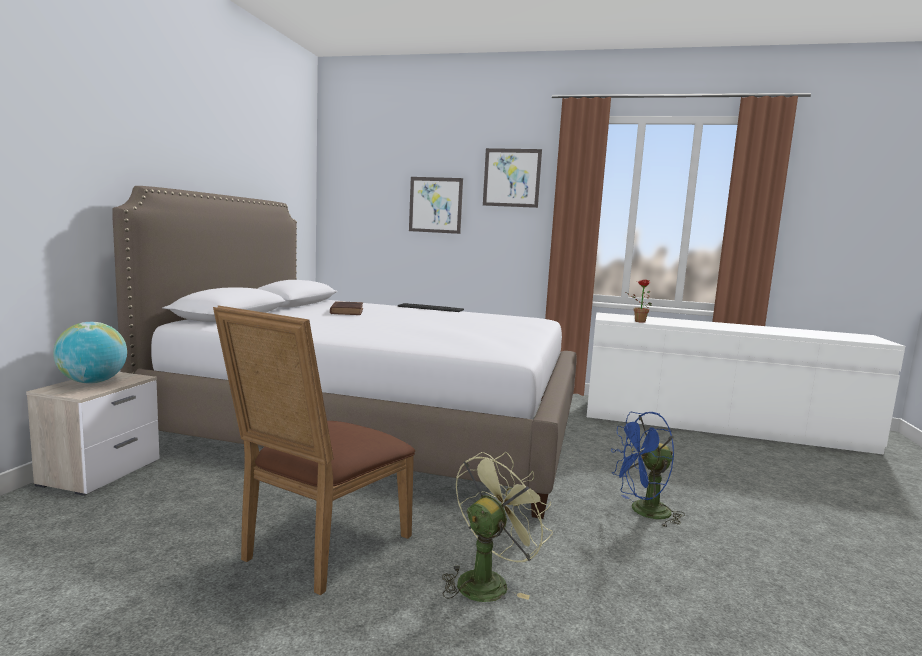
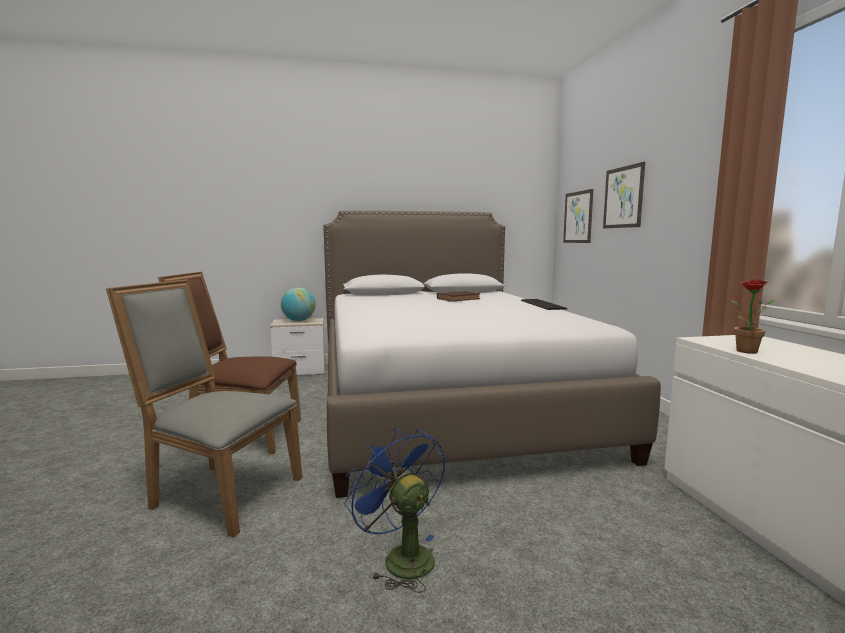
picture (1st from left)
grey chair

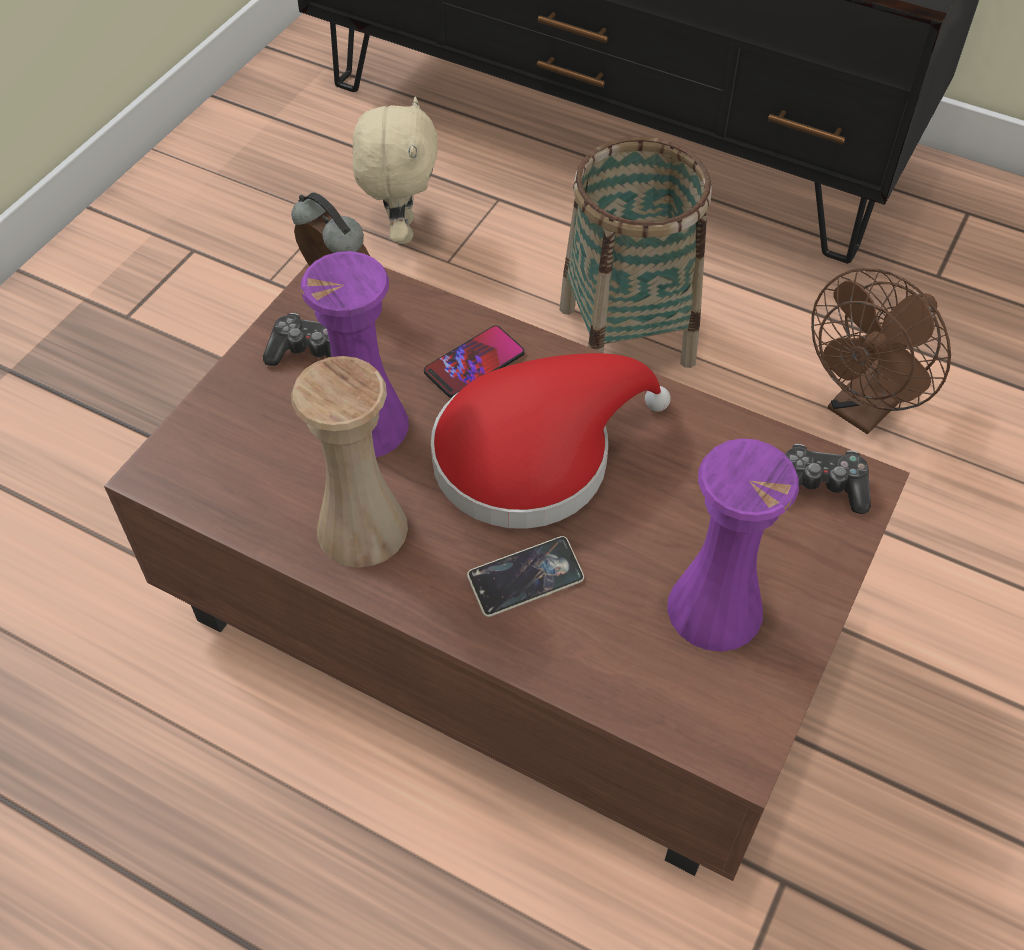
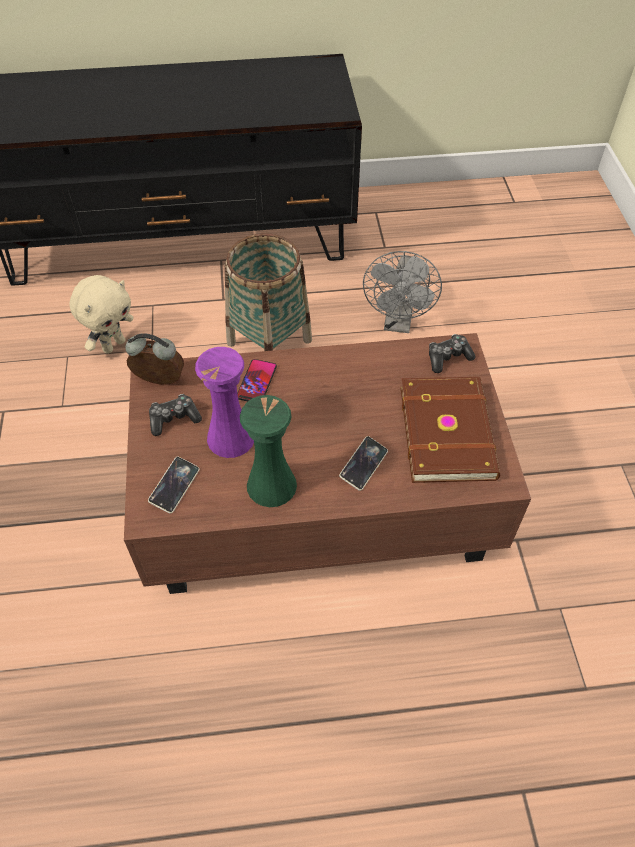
beige plush toy
grey fan
red hat
green vase
brown book
phone (1st from left)

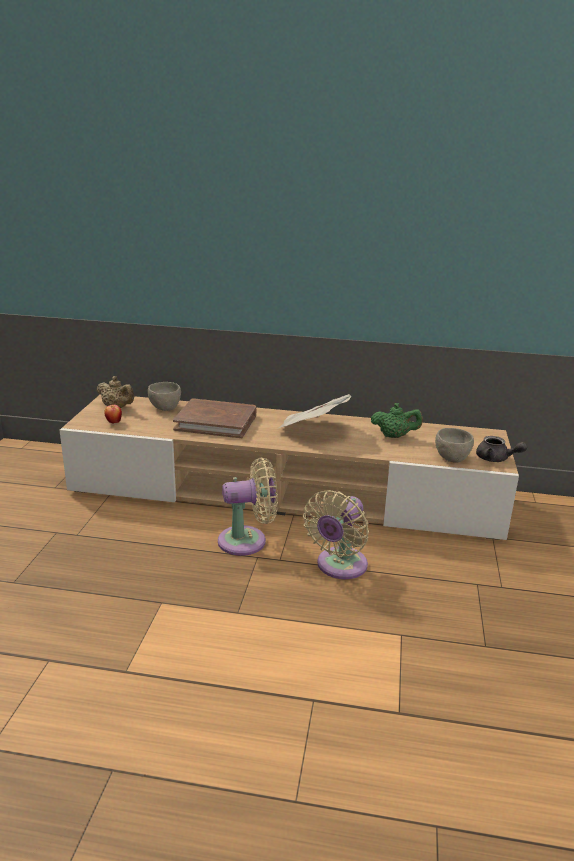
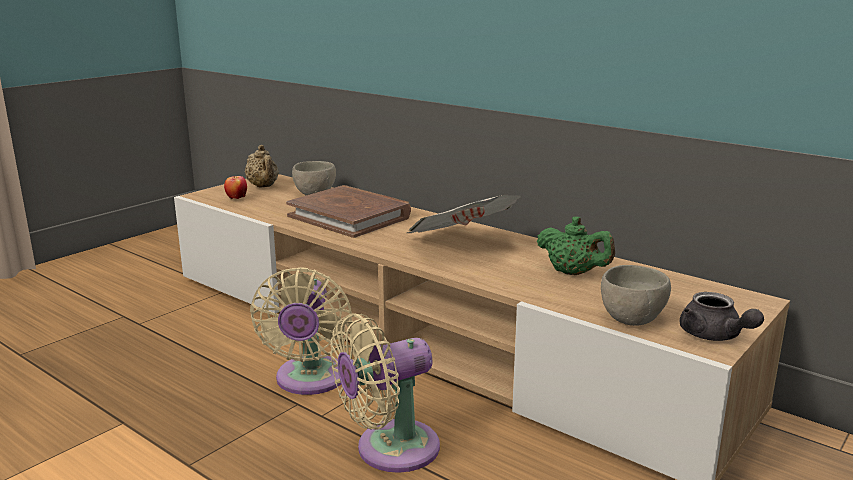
beige fan (1st from left)

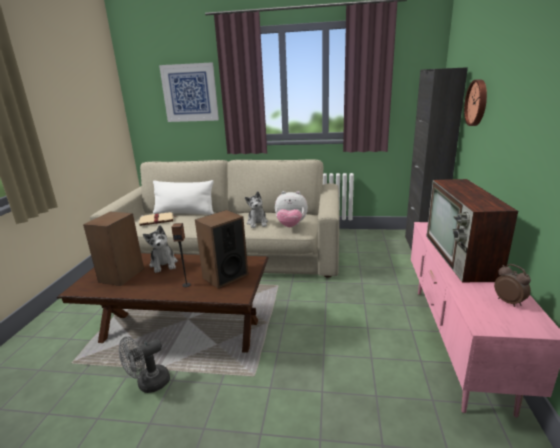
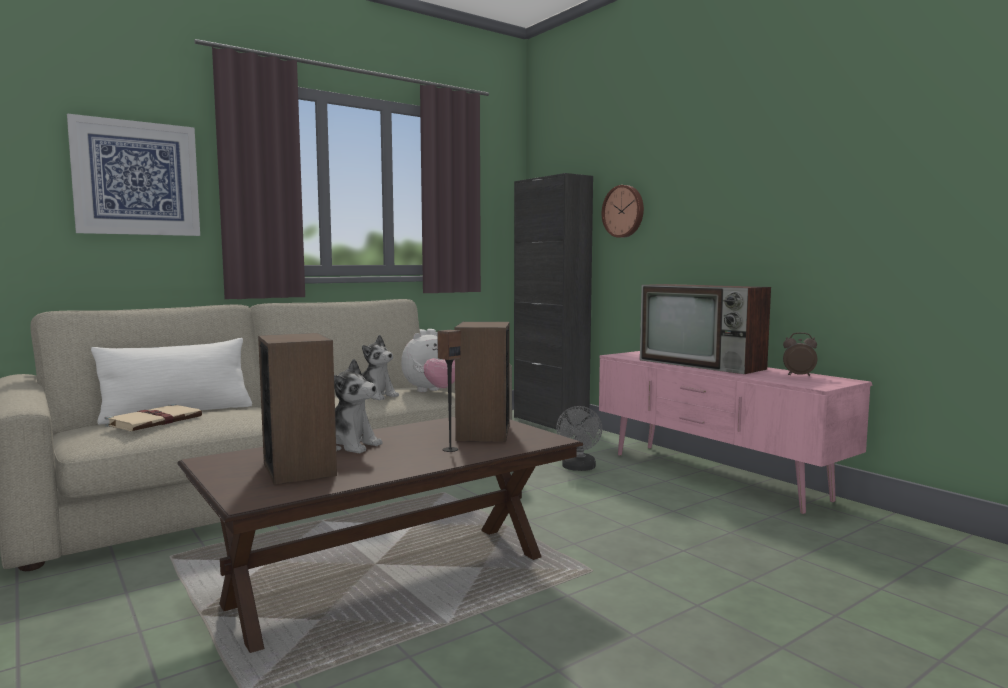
grey fan

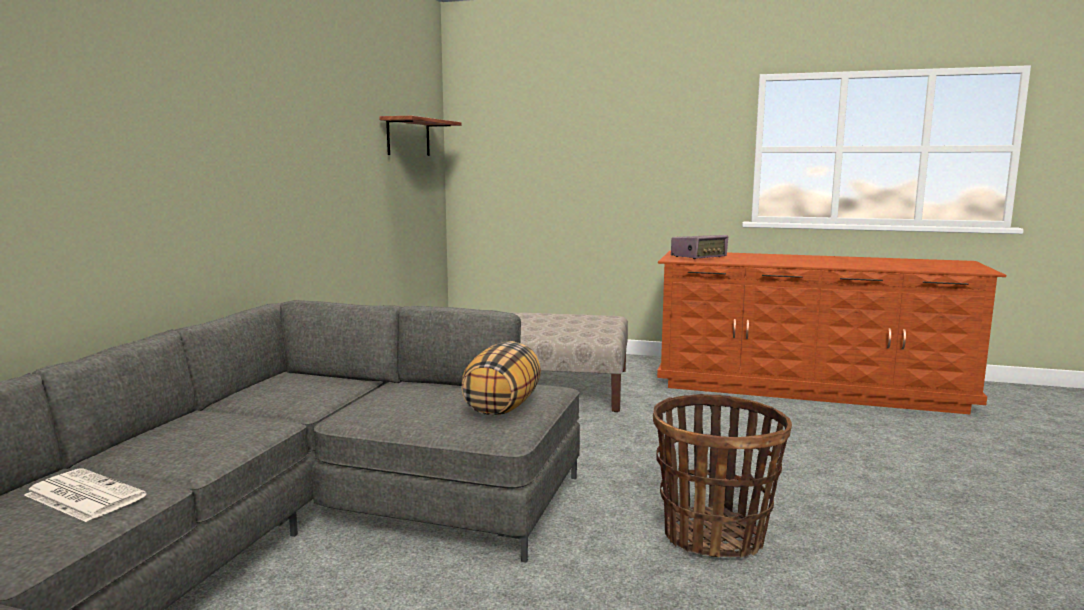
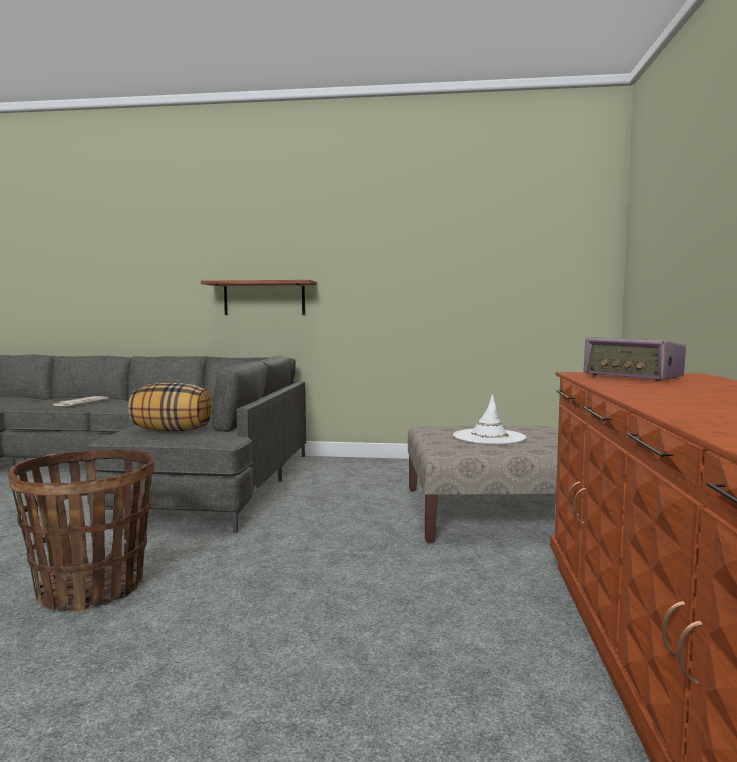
shelf
white hat

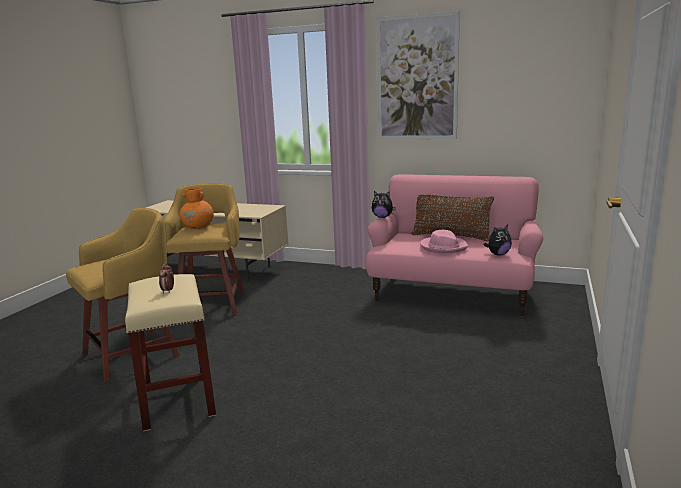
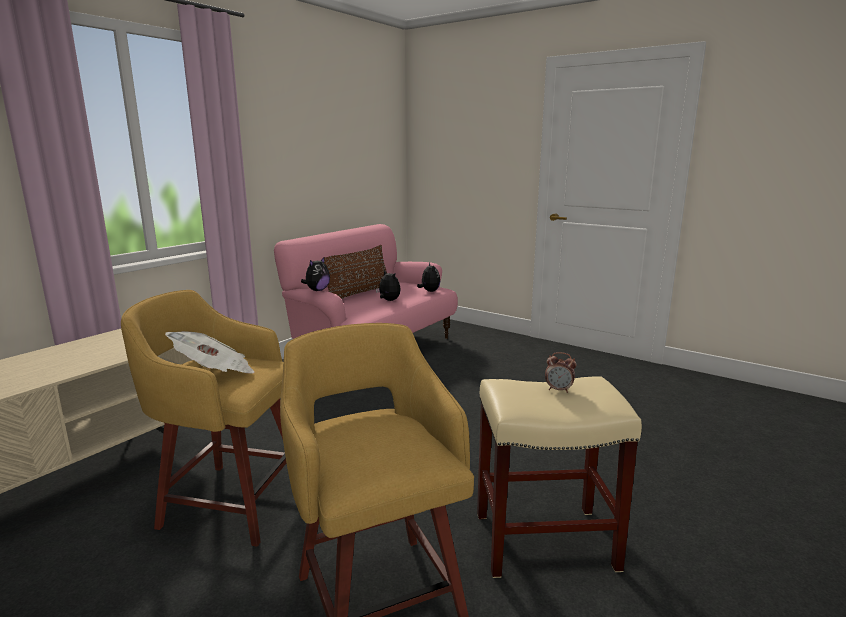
picture
newspaper
plush toy (2nd from left)

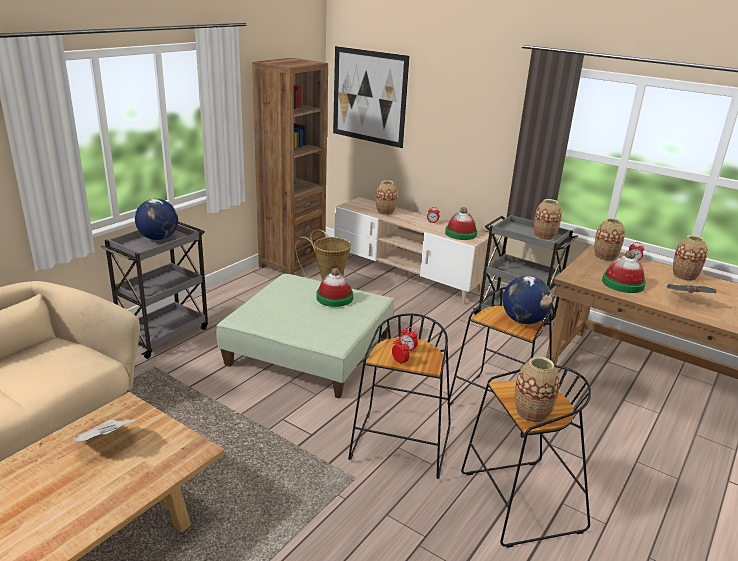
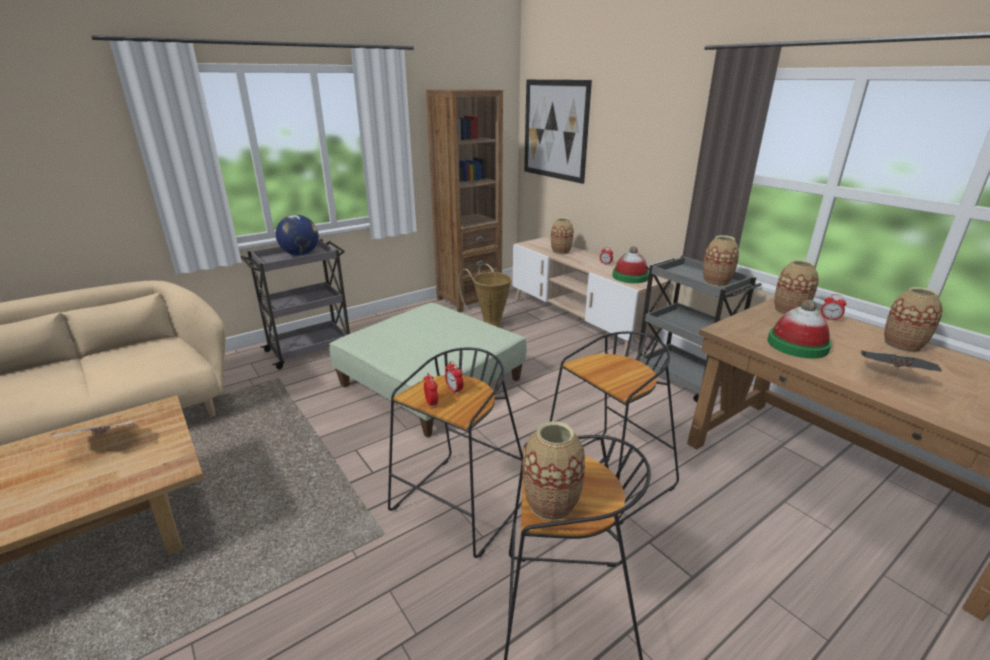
hat (1st from left in the first image)
globe (2nd from left in the first image)

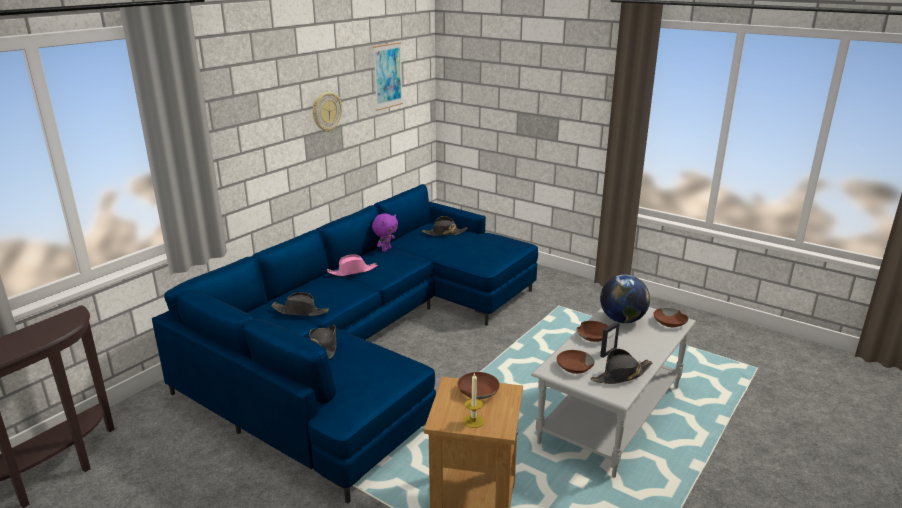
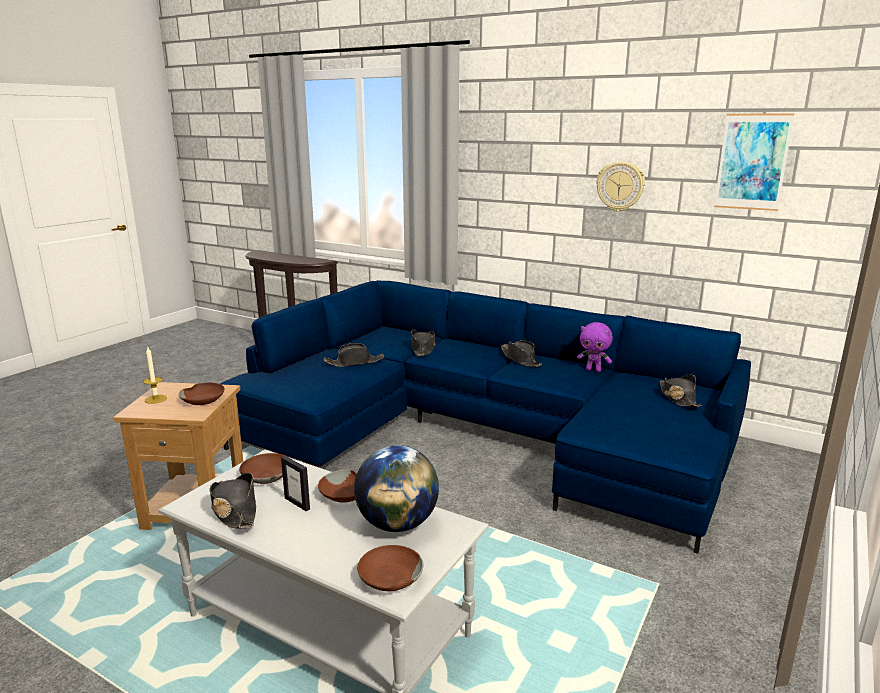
black hat (4th from left)

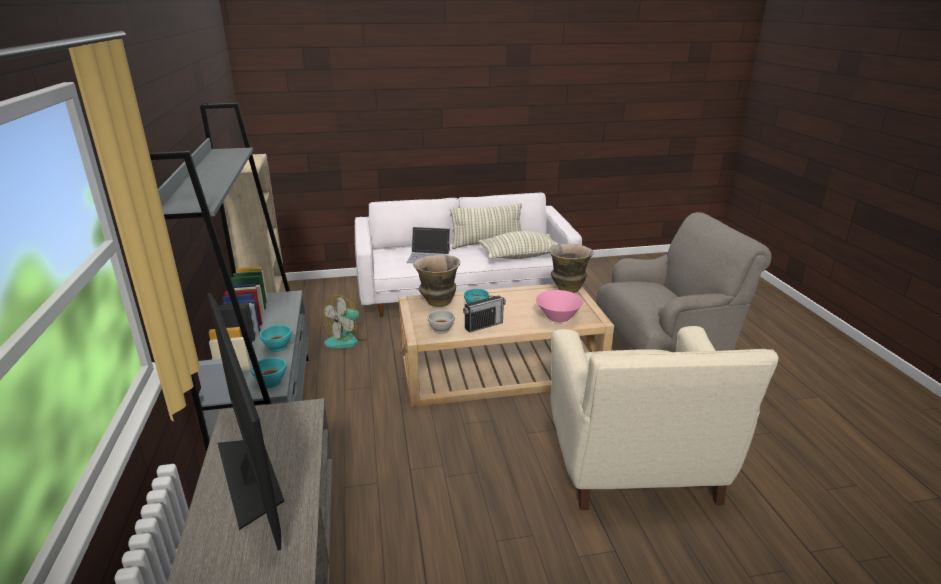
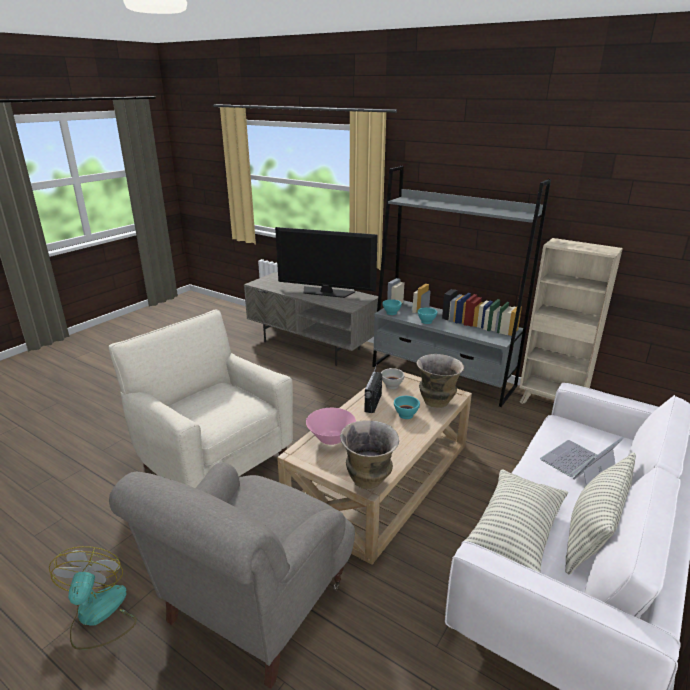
fan

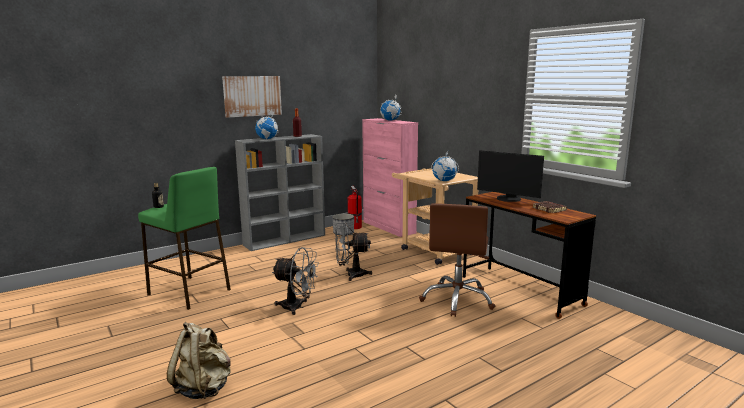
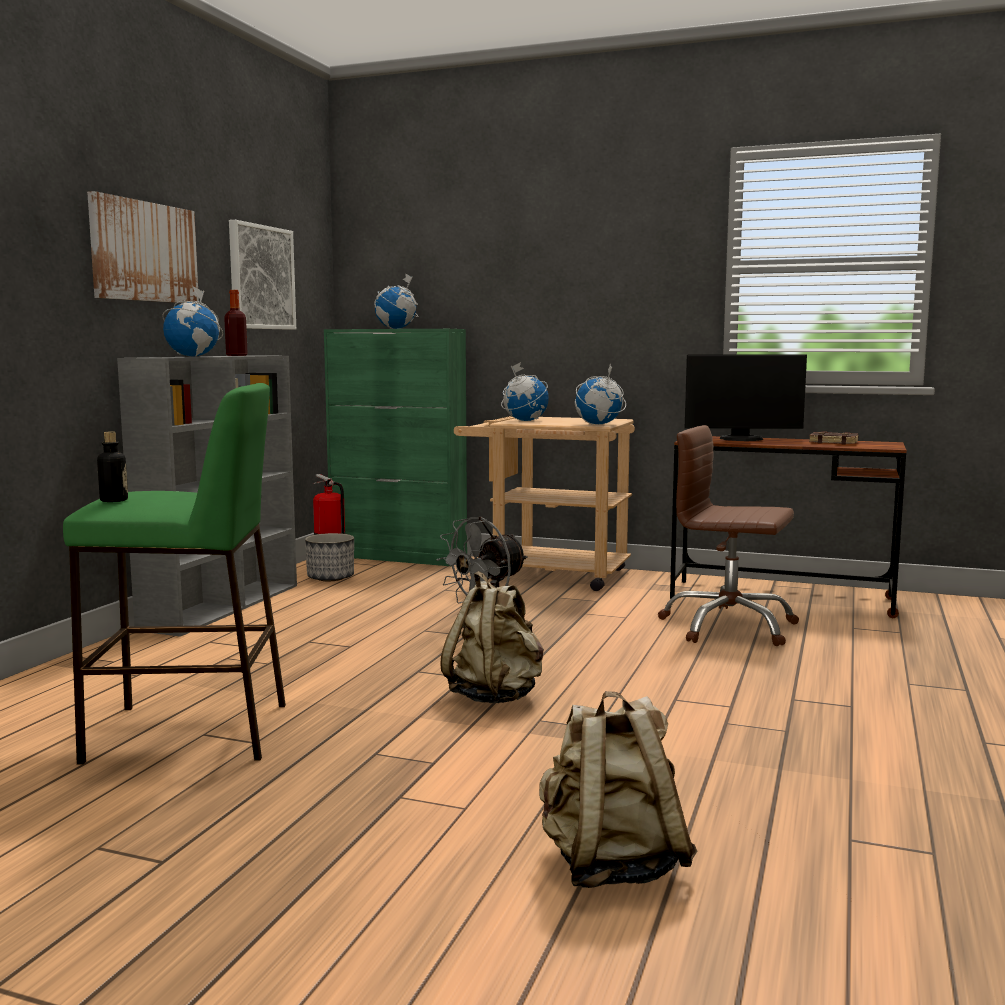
green cabinet
brown office chair
beige backpack (1st from left)
picture (2nd from left)
globe (3rd from left)

